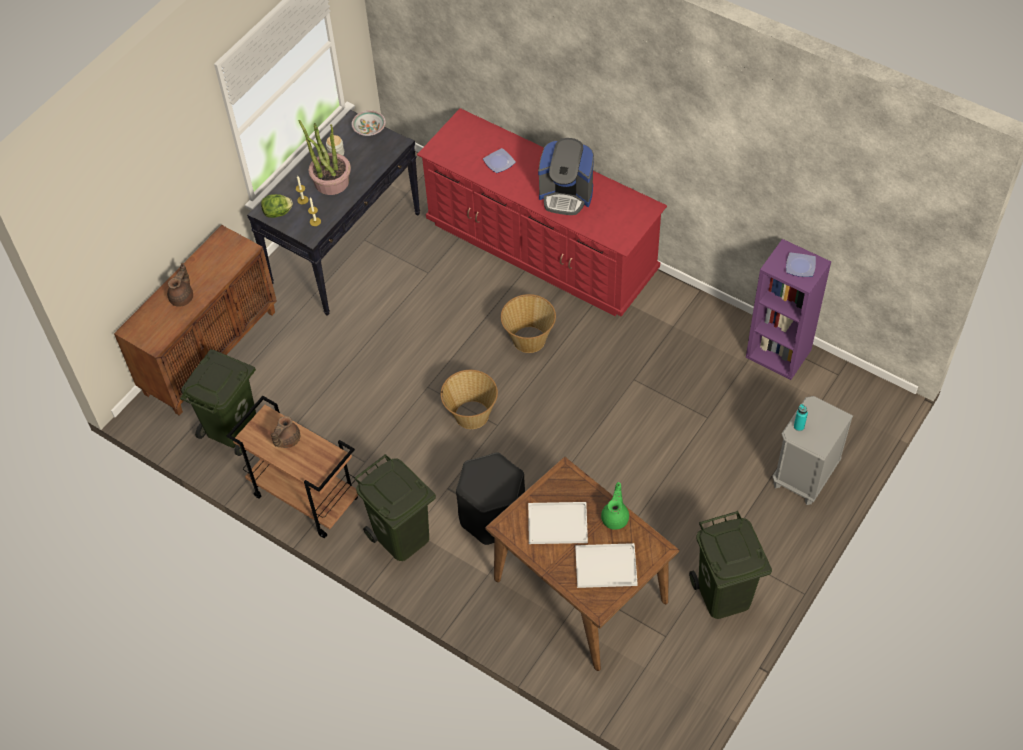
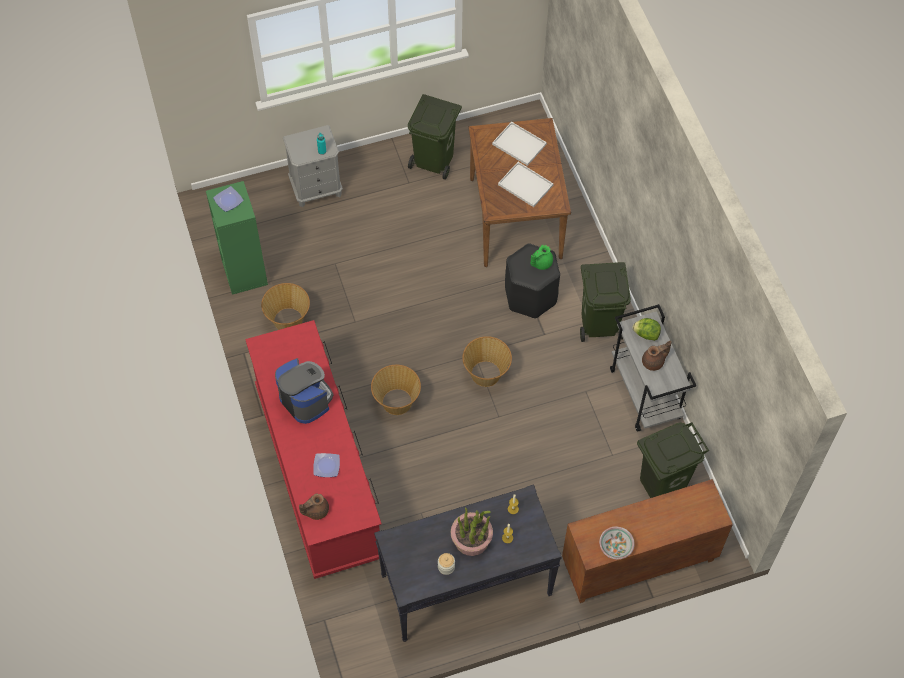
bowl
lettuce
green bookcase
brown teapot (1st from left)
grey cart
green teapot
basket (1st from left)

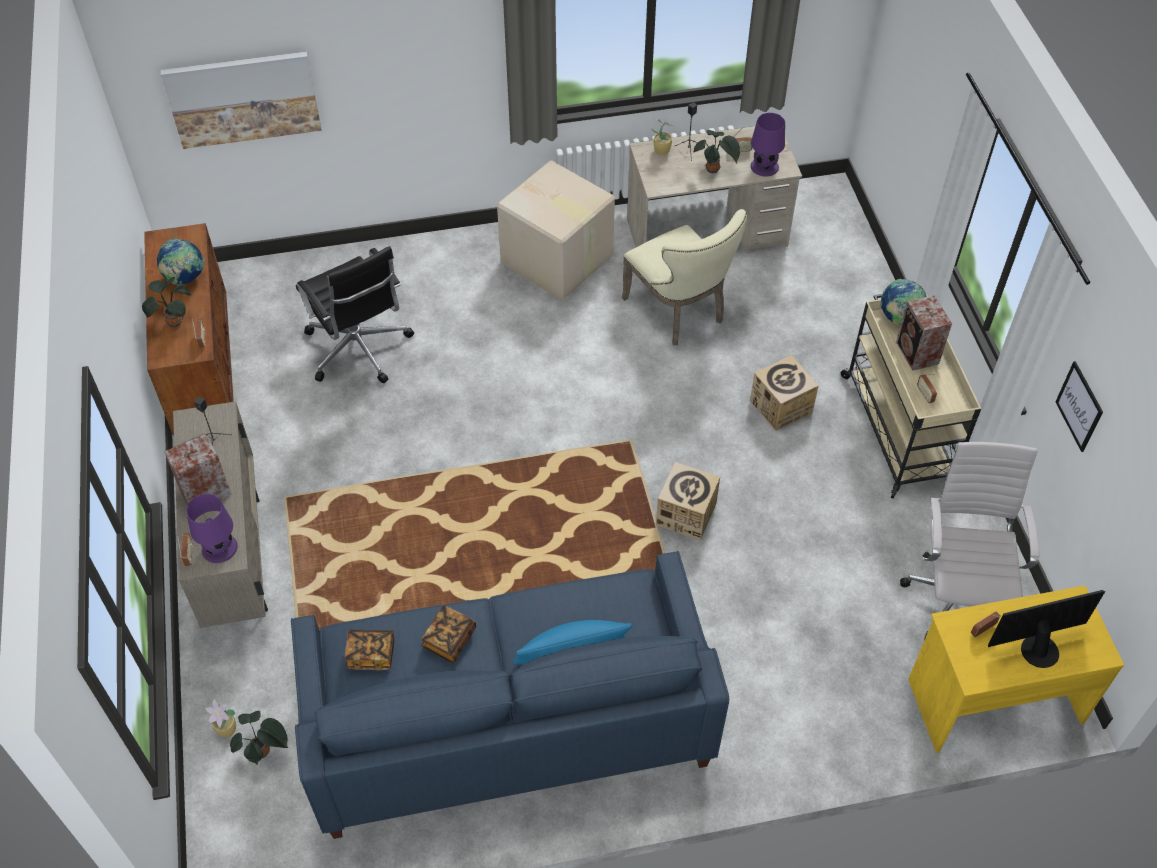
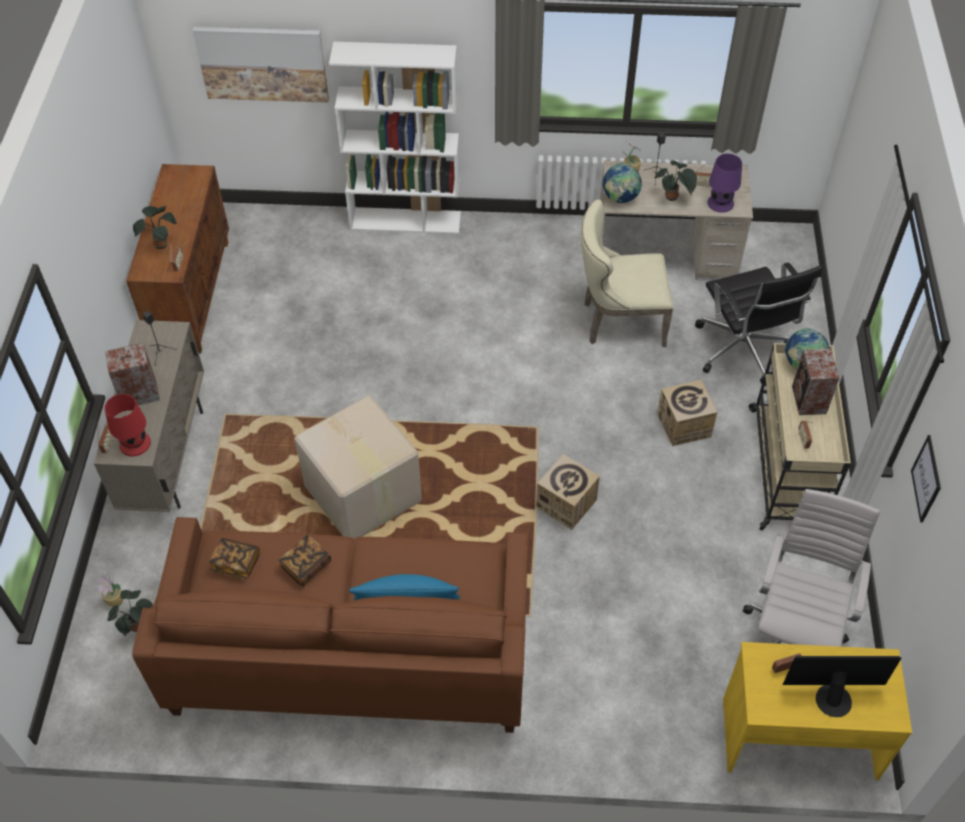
cardboard box (1st from left)
beige chair
globe (1st from left)
black office chair
red table lamp
brown sofa
white bookcase

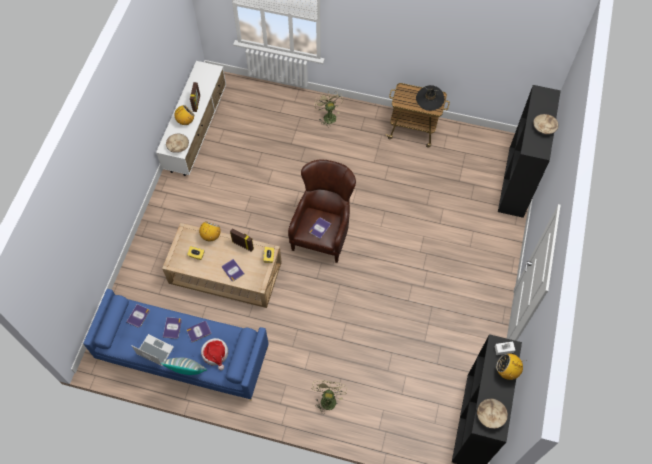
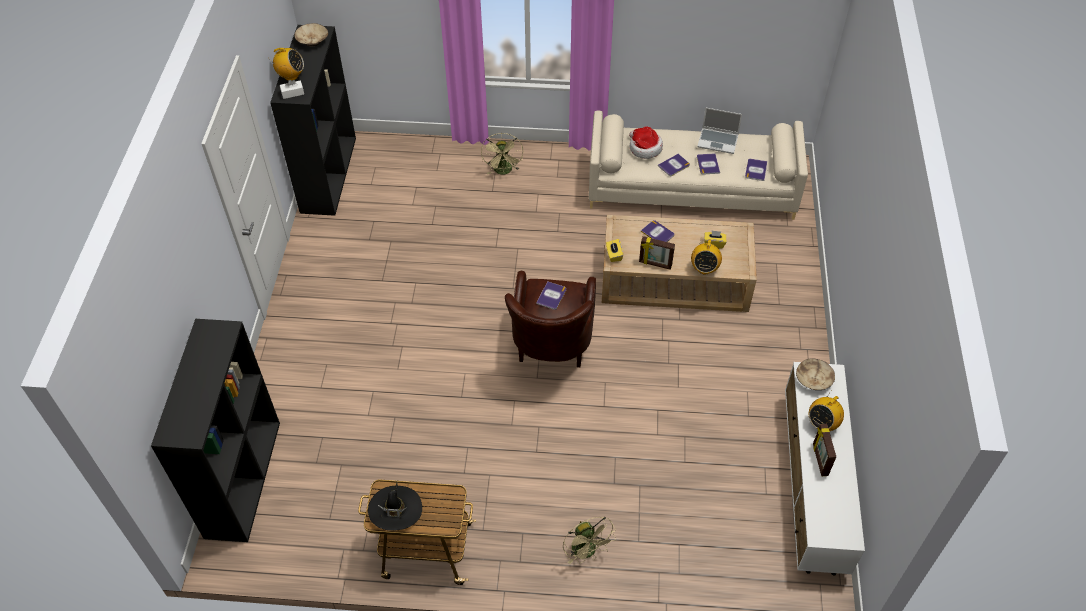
beige bowl (3rd from left in the first image)
beige sofa
pillow

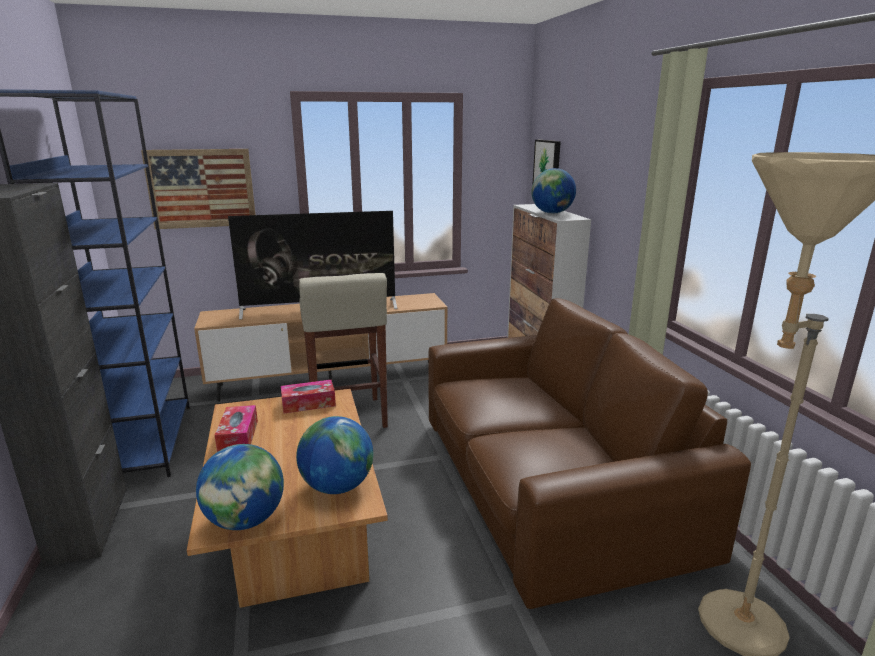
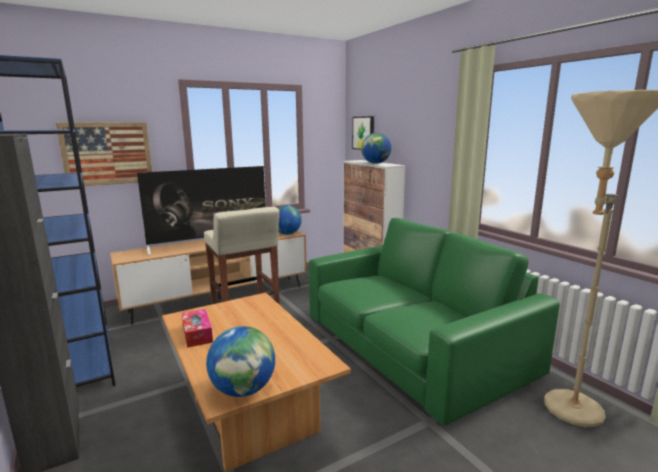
green sofa
tissue box (2nd from left in the first image)
globe (2nd from left)

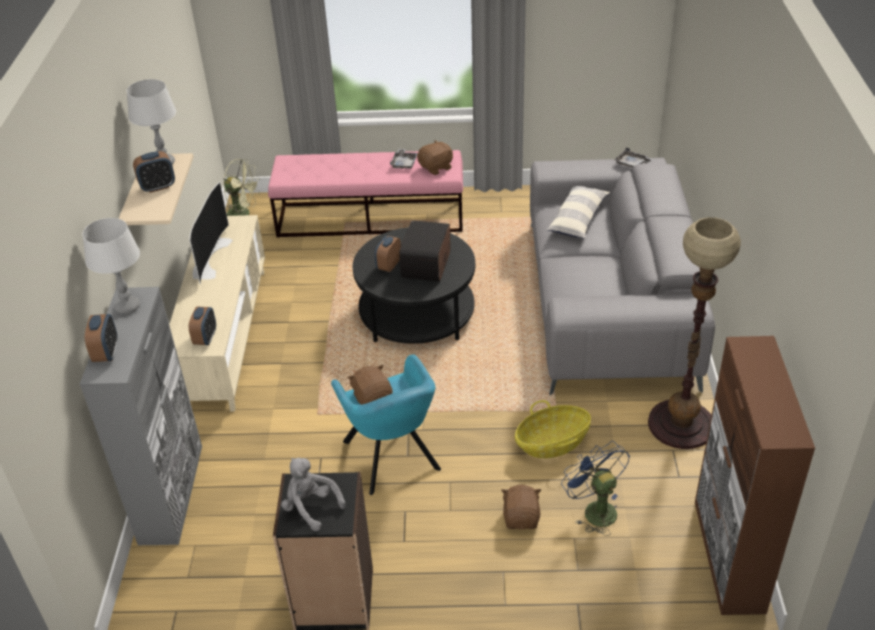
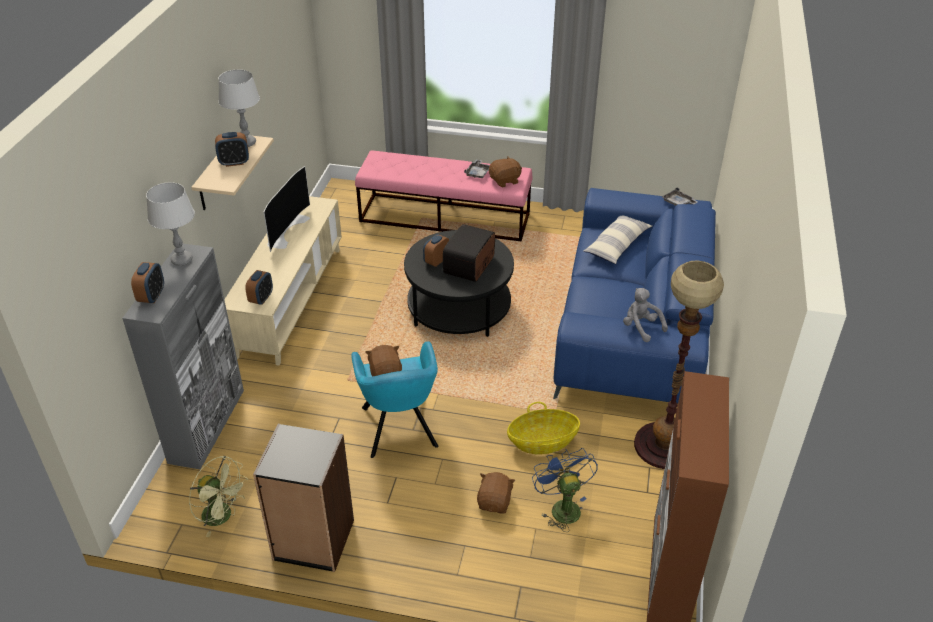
blue sofa
green fan
grey plush toy

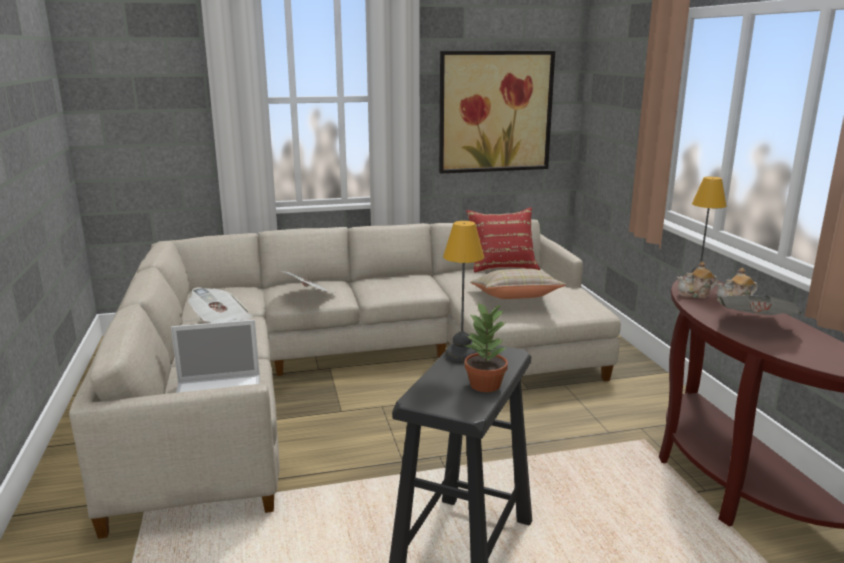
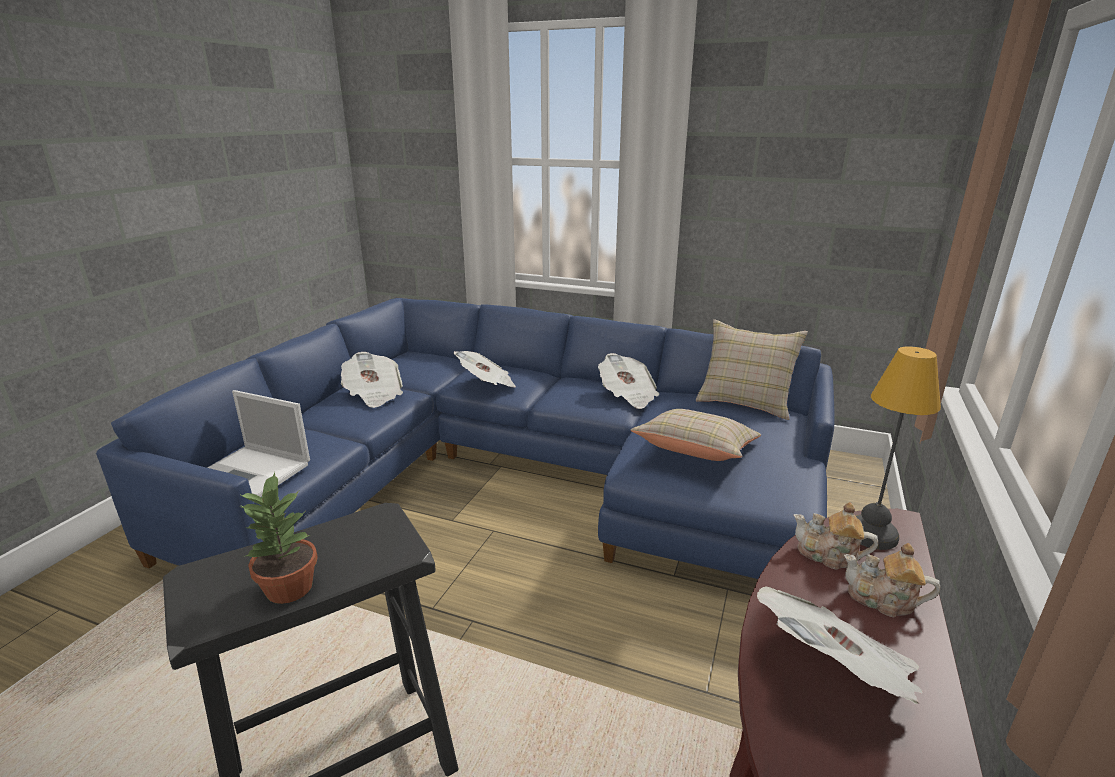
picture
beige pillow (2nd from left)
blue sofa
table lamp (1st from left in the first image)
newspaper (3rd from left)

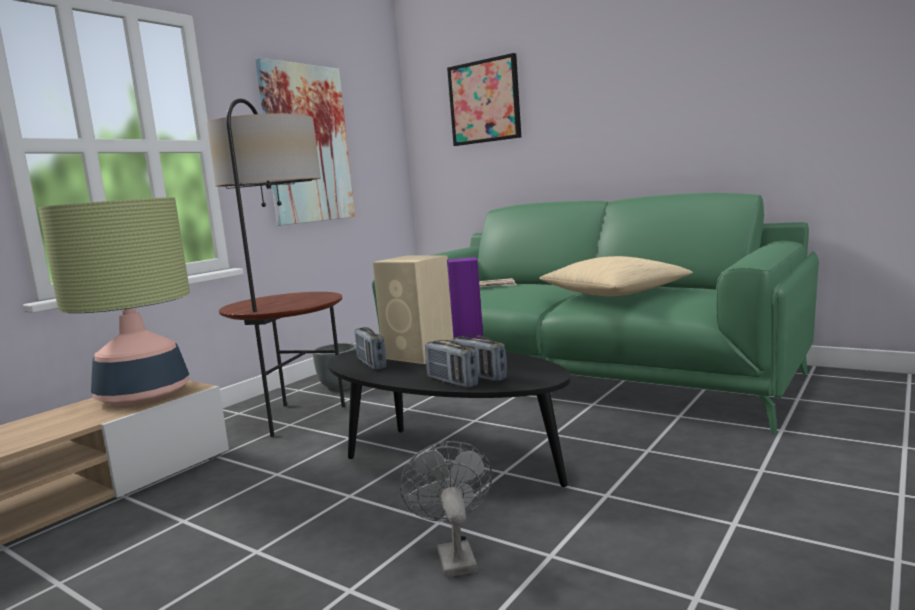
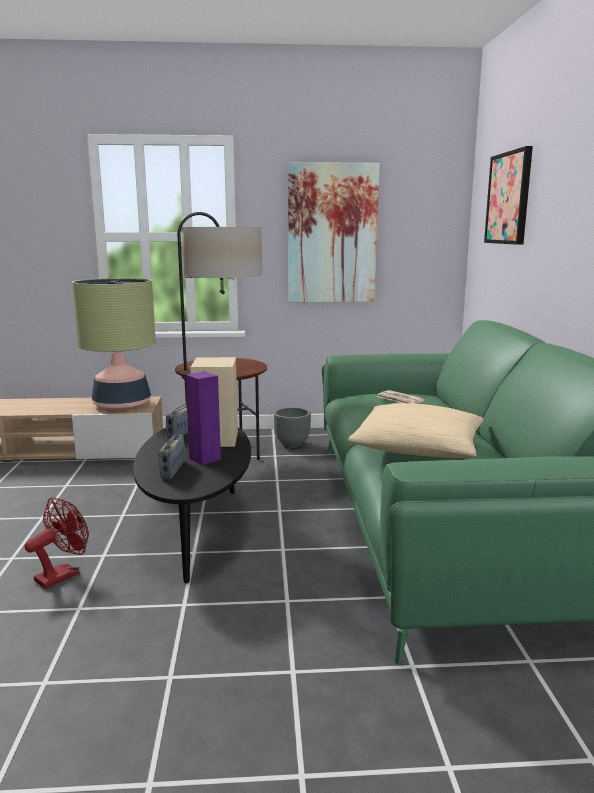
radio (2nd from left in the first image)
red fan

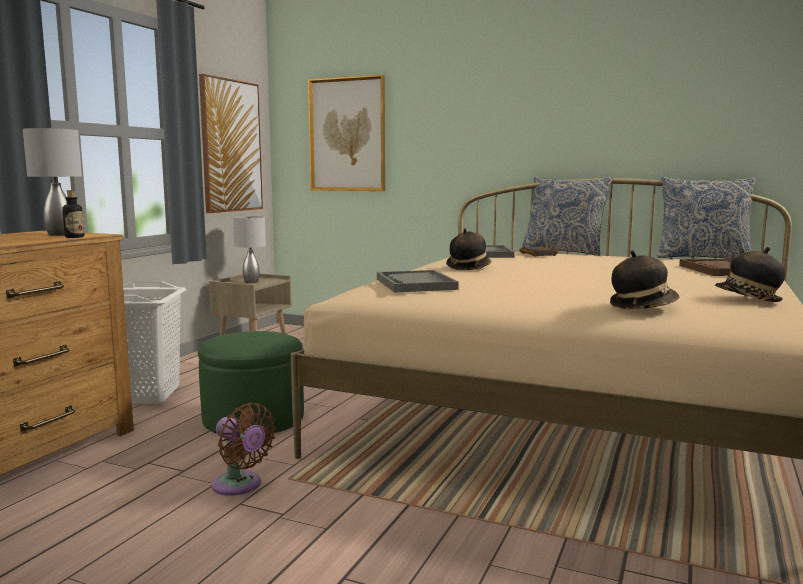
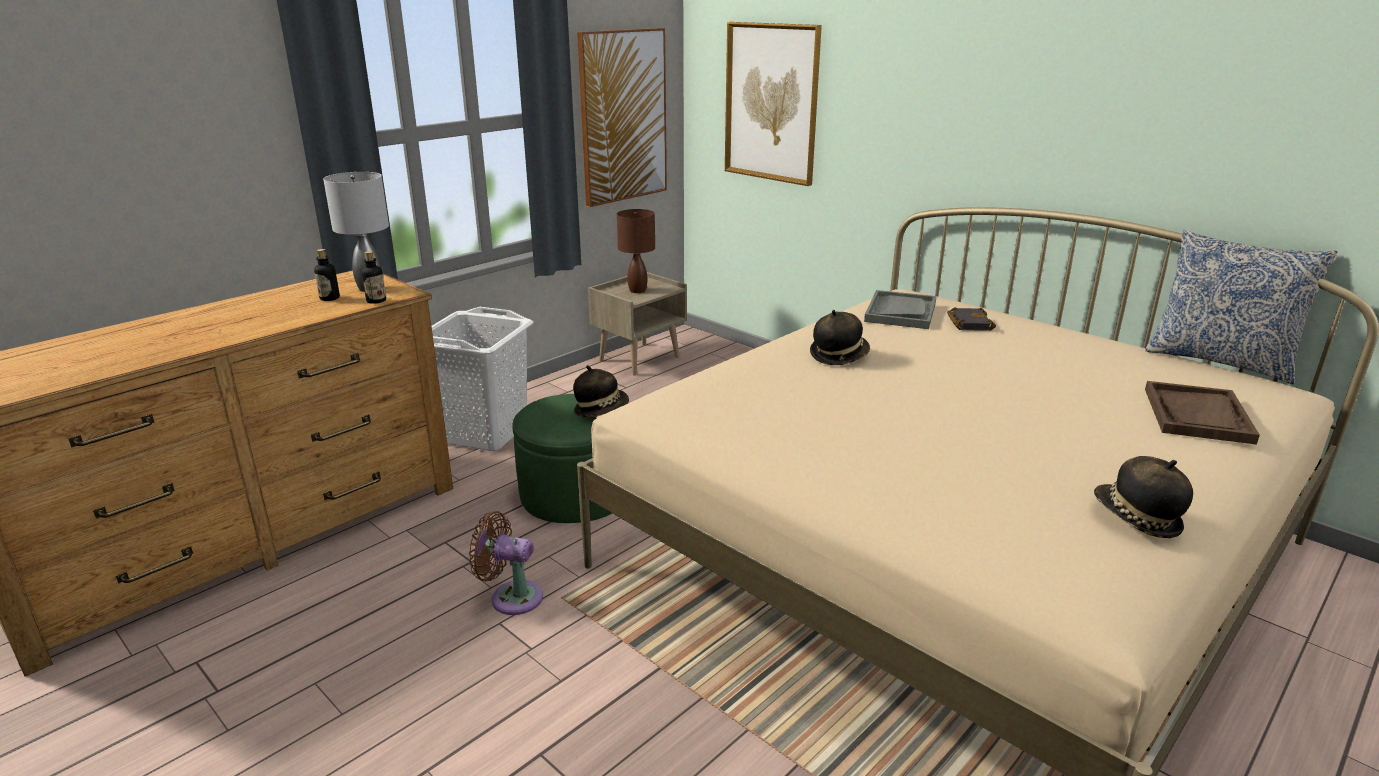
pillow (1st from left in the first image)
brown table lamp
hat (1st from left)
grey tray (1st from left in the first image)
brown fan
bottle (1st from left)

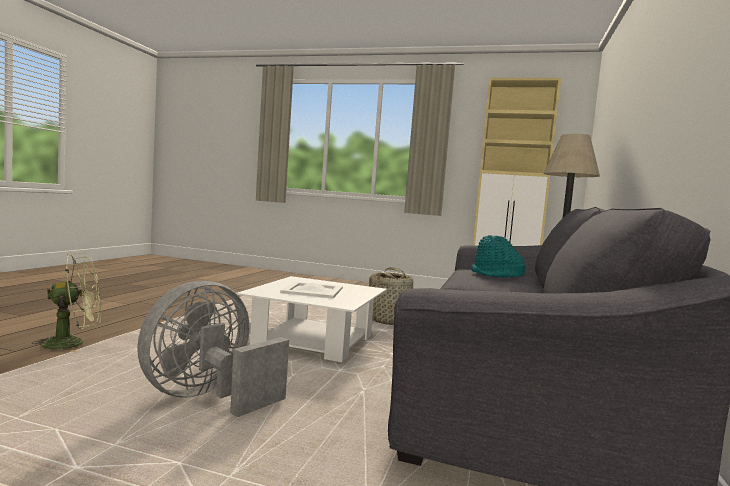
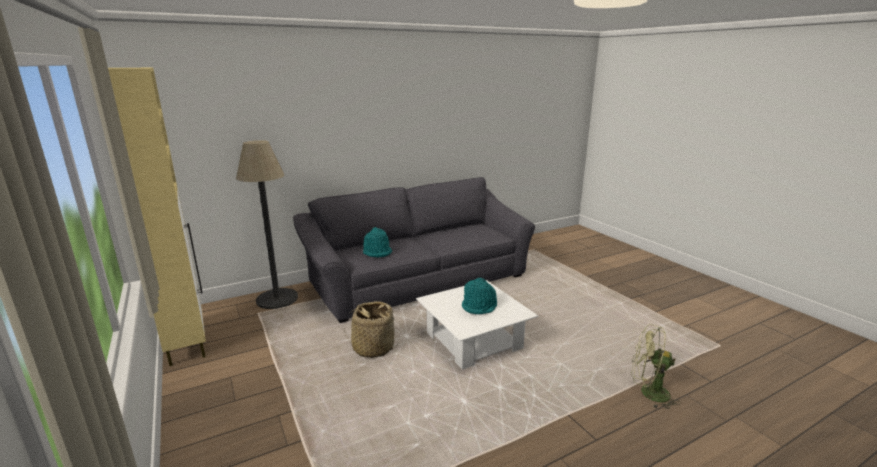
grey fan
turquoise hat (2nd from left)

